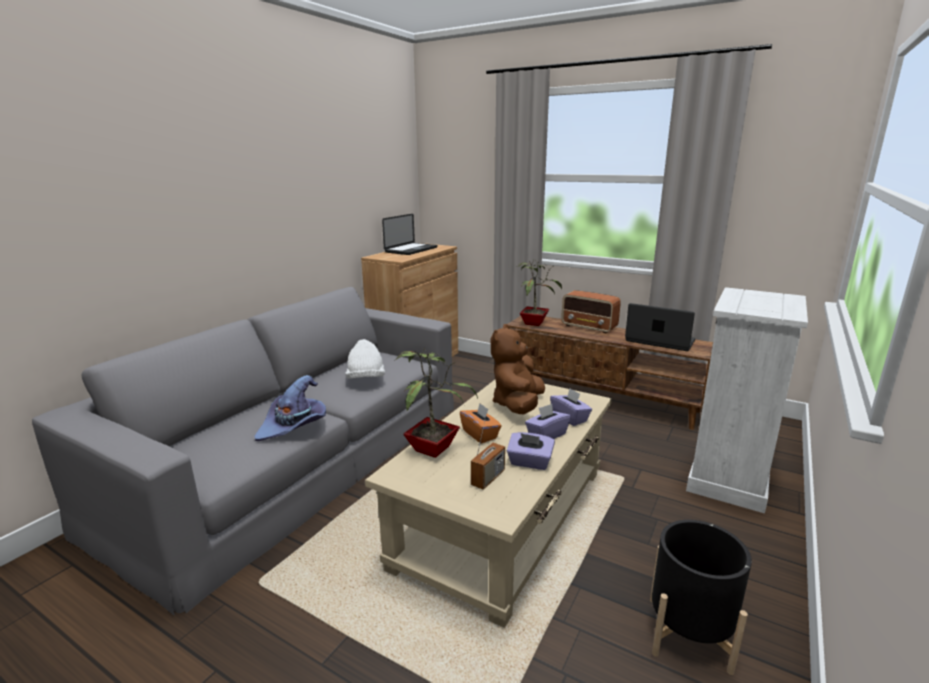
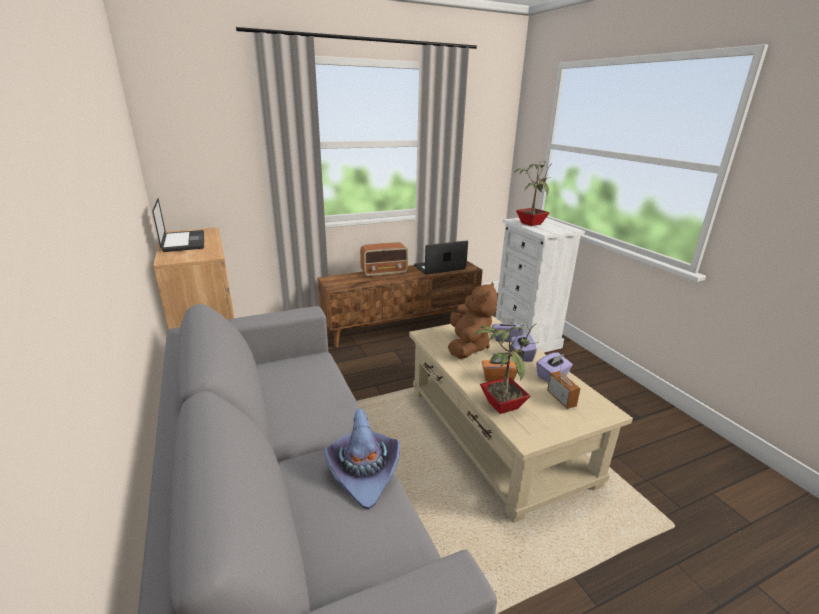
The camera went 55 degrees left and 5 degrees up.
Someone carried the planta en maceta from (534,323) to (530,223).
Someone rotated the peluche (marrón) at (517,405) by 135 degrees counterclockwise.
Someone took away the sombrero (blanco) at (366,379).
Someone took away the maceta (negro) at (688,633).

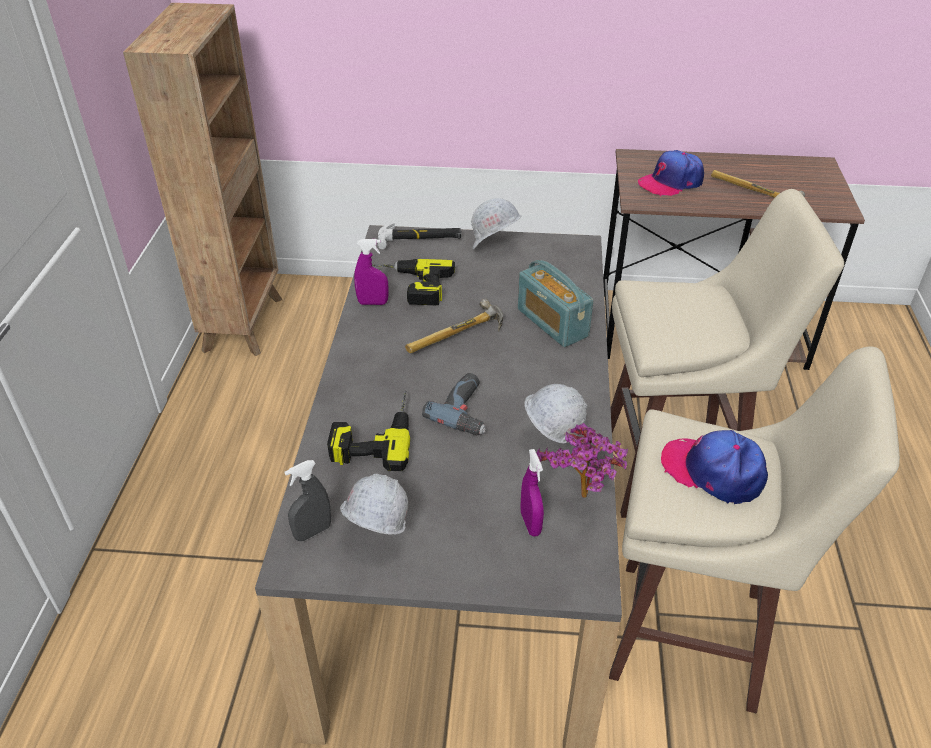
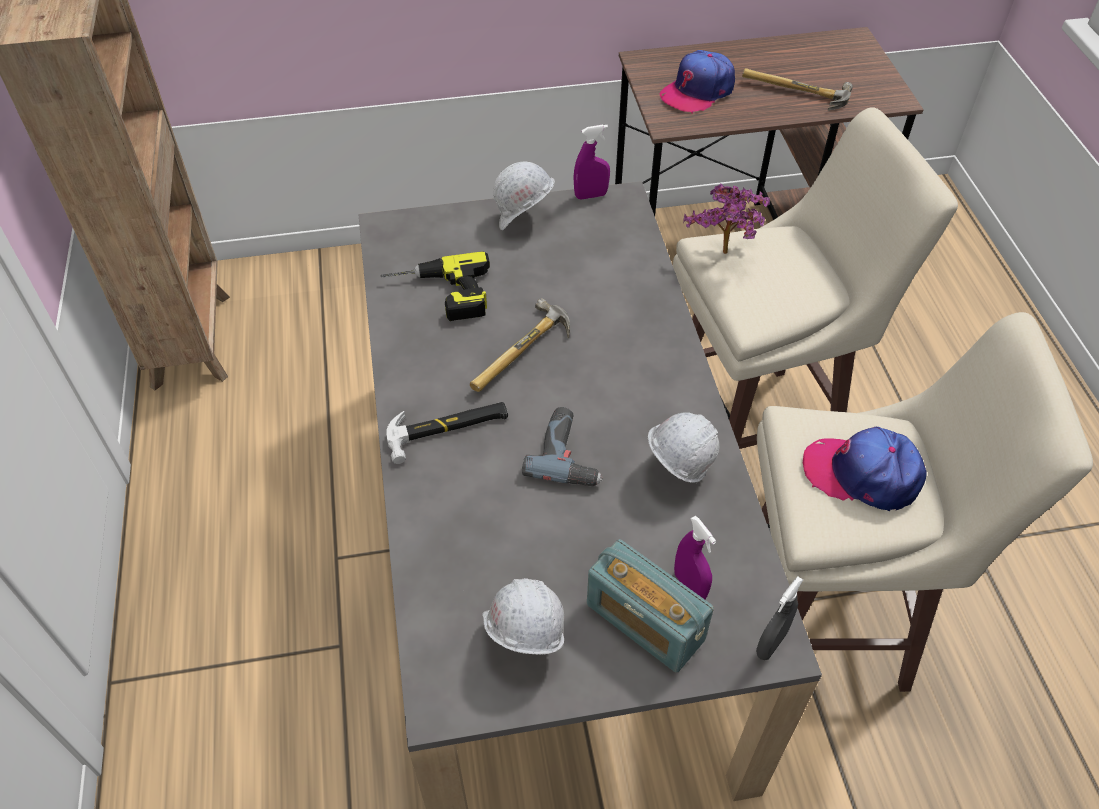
The camera went 15 degrees left and 10 degrees up.
Someone carried the martillo from (420,238) to (448,429).
Someone carried the pulverizador (morado) from (373,303) to (591,195).
Someone carried the radio from (552,323) to (644,622).
Someone took away the taladro at (373,434).
Someone carried the planta en maceta from (582,500) to (725,256).
Someone carried the pulverizador (gris) from (313,532) to (771,644).

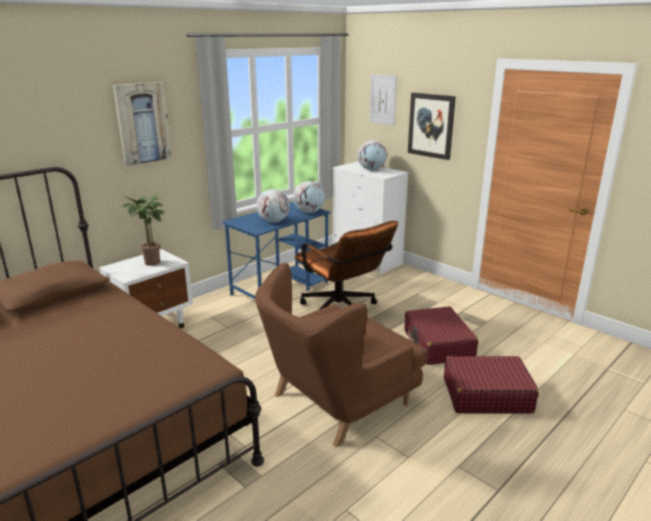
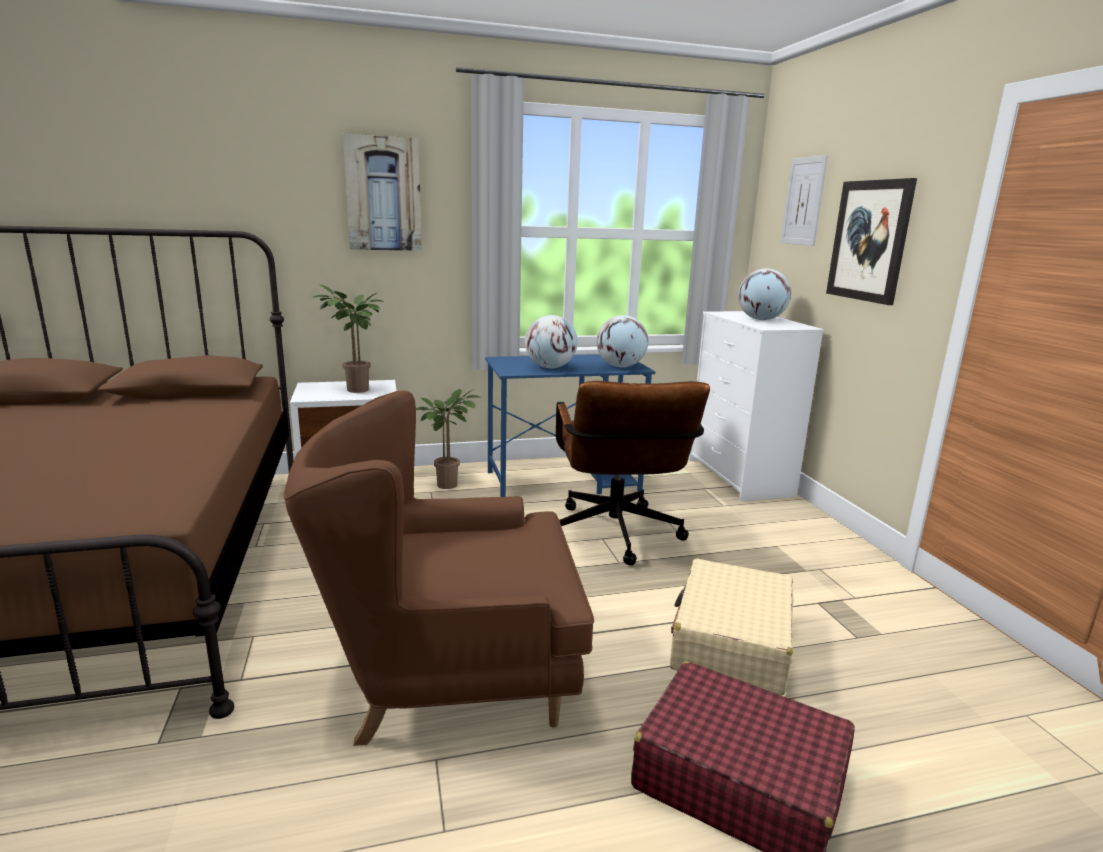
The camera went 30 degrees right and 5 degrees down.
Someone repainted the maleta (rojo) at (438,345), which became the maleta (beis) at (731,642).
Someone put down the planta en maceta at (449,483).

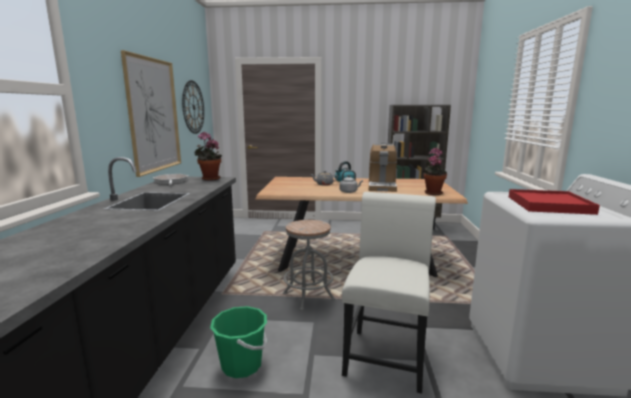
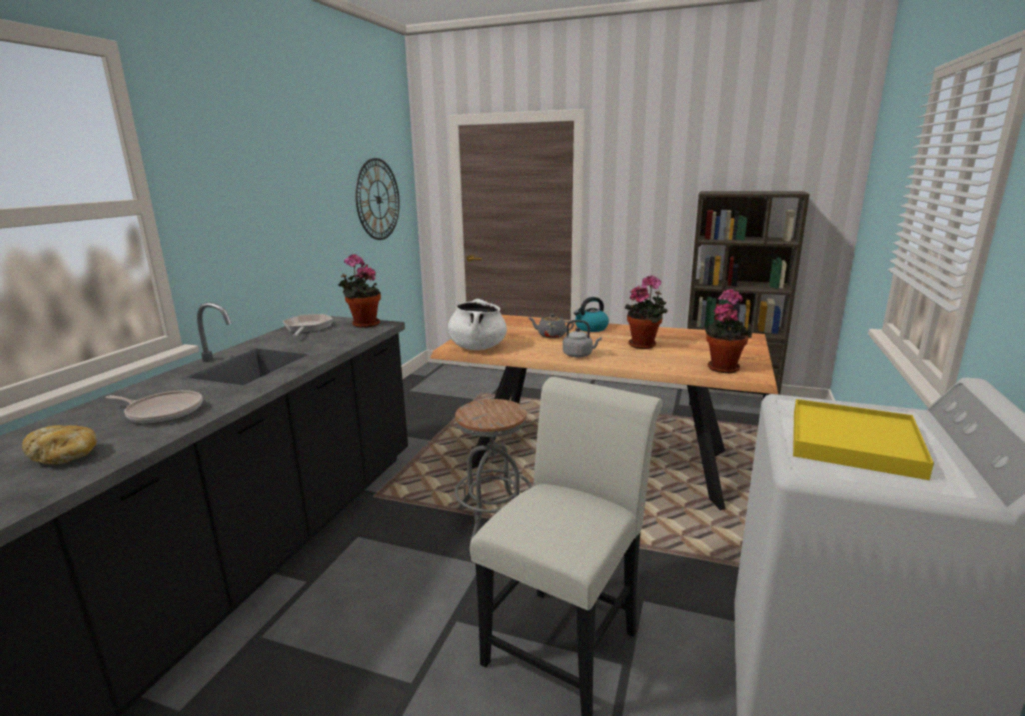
The camera went 15 degrees right and 5 degrees up.
Someone took away the cuadro at (154,115).
Someone swapped the cafetera at (381,186) for the planta en maceta at (644,345).
Someone repainted the bandeja (rojo) at (549,205), which became the bandeja (amarillo) at (853,442).
Someone took away the cubo (verde) at (242,365).
Someone put down the olla (blanco) at (477,347).
Someone put down the sartén at (162,412).
Someone put down the pan at (66,457).

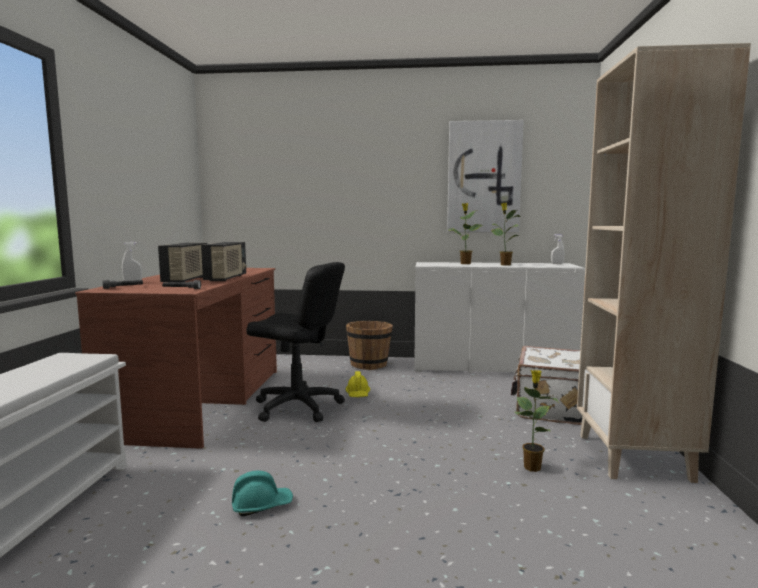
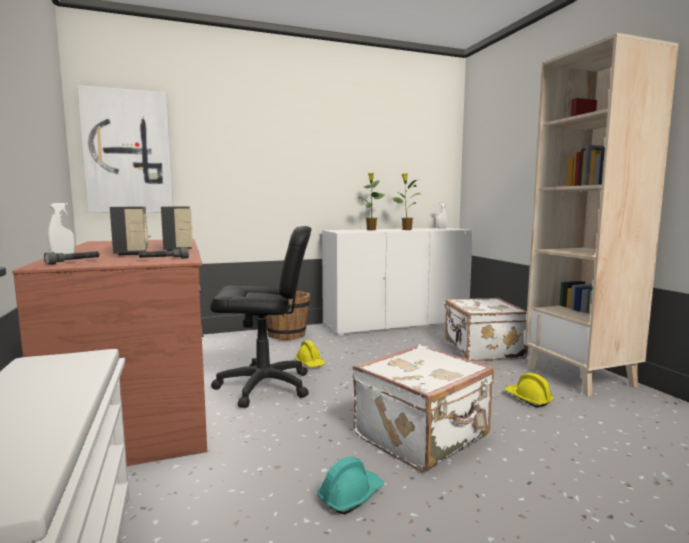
The camera went 25 degrees left and 0 degrees up.
Someone carried the cuadro from (484,177) to (128,152).
Someone swapped the planta en maceta at (532,467) for the casco (amarillo) at (528,399).
Someone put down the maleta (blanco) at (423,436).

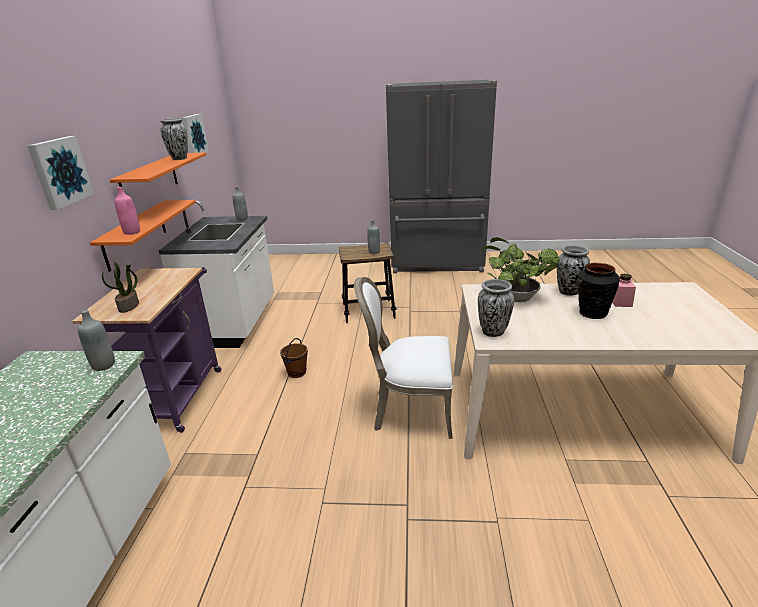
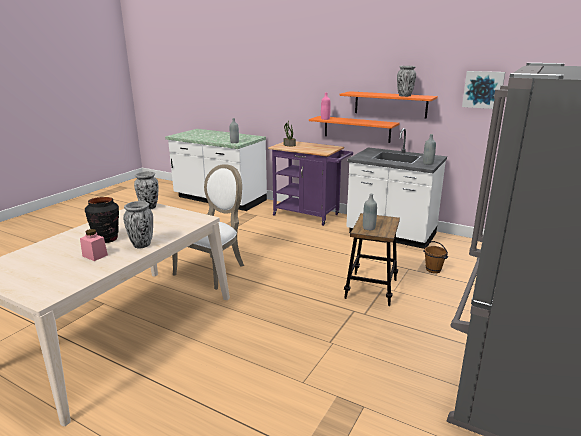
The camera went 115 degrees right and 5 degrees down.
Someone took away the cuadro at (59,171).
Someone took away the planta en maceta at (514,297).
Someone carried the cubo (marrón) from (297,373) to (433,270).

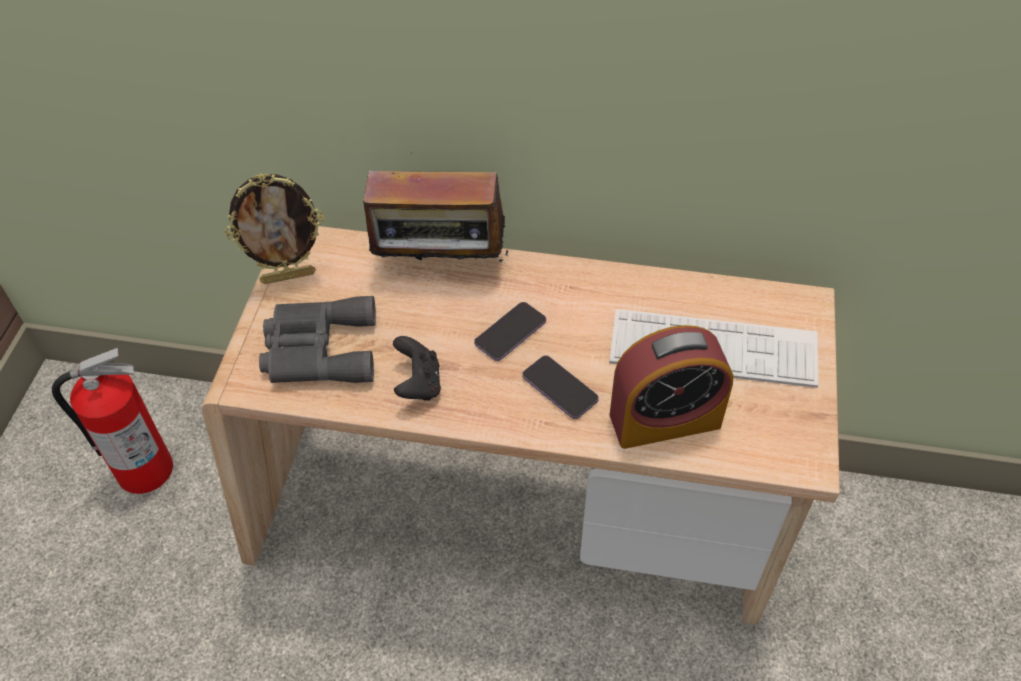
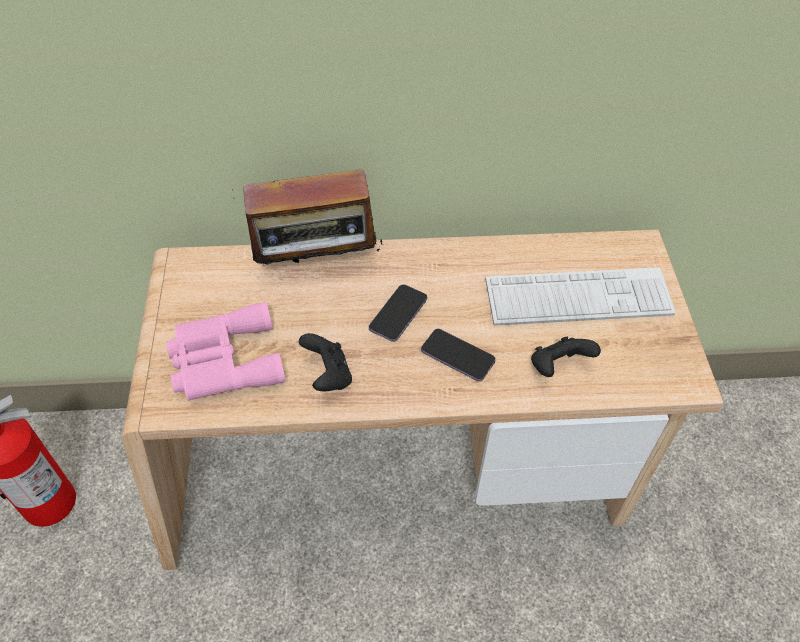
The camera went 15 degrees left and 0 degrees up.
Someone took away the portarretratos at (288,276).
Someone repainted the prismáticos (gris) at (317,349), which became the prismáticos (rosa) at (223,361).
Someone swapped the despertador at (665,420) for the mando de consola (negro) at (558,367).

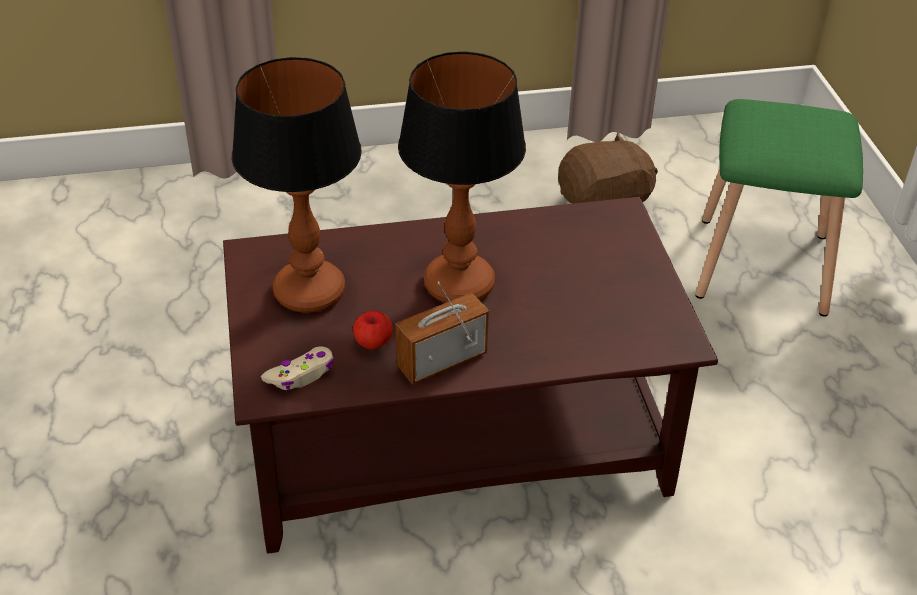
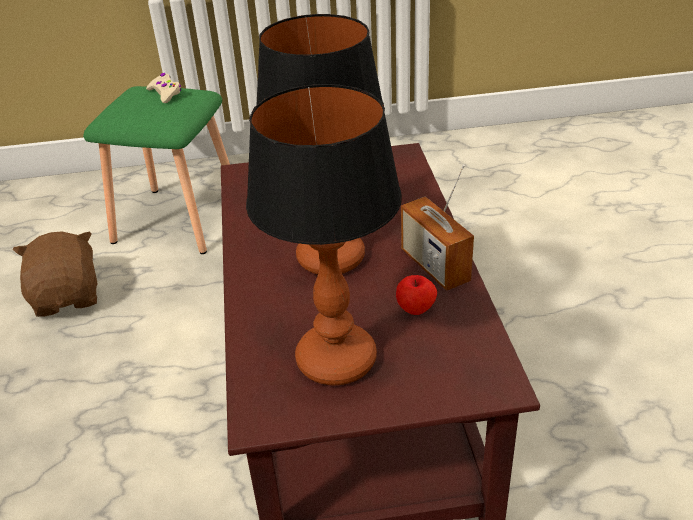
The camera went 85 degrees left and 5 degrees down.
Someone carried the mando de consola (beis) from (301,375) to (165,93).

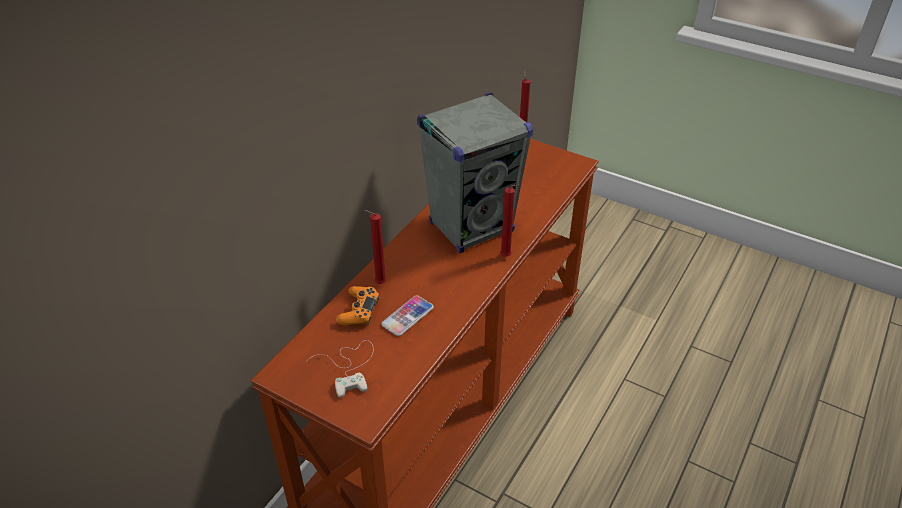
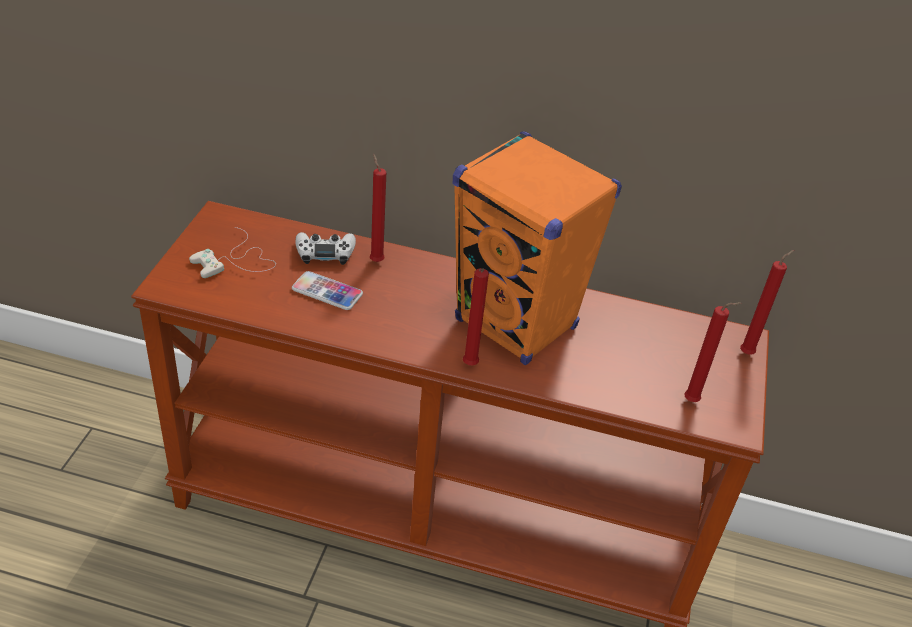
The camera went 70 degrees right and 0 degrees up.
Someone repainted the altavoz (gris) at (471,227), which became the altavoz (naranja) at (516,324).
Someone repainted the mando de consola (naranja) at (359,311), which became the mando de consola (blanco) at (325,253).
Someone put down the vela (rojo) at (694,401).

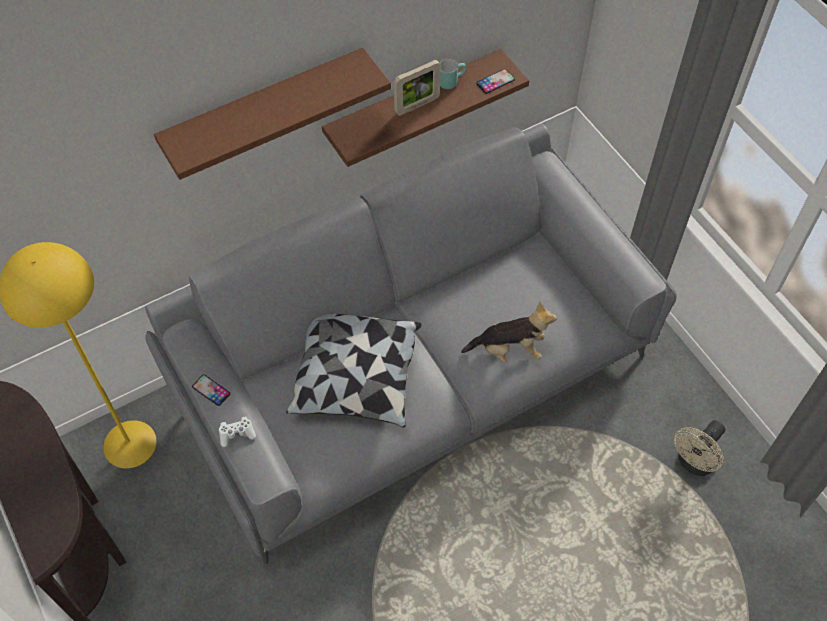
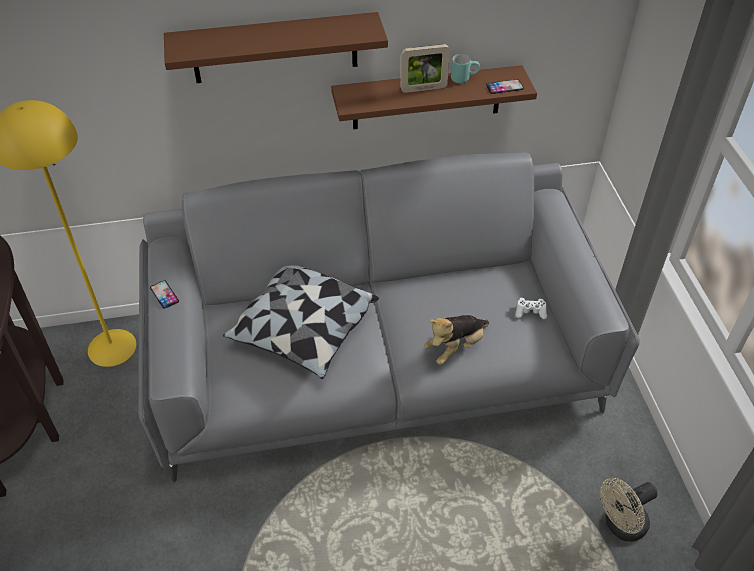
The camera went 20 degrees right and 10 degrees down.
Someone rotated the peluche at (509,350) by 120 degrees clockwise.
Someone carried the mando de consola (blanco) from (237,434) to (530,312).

